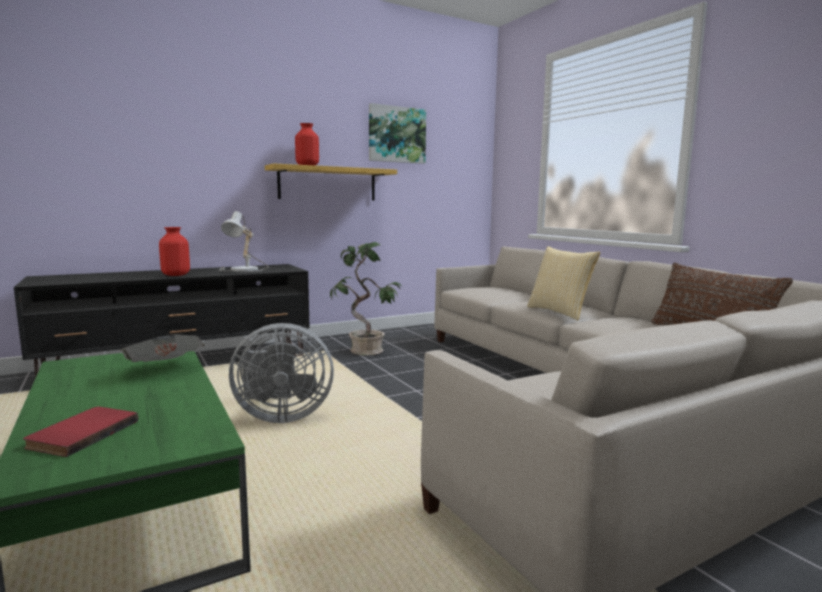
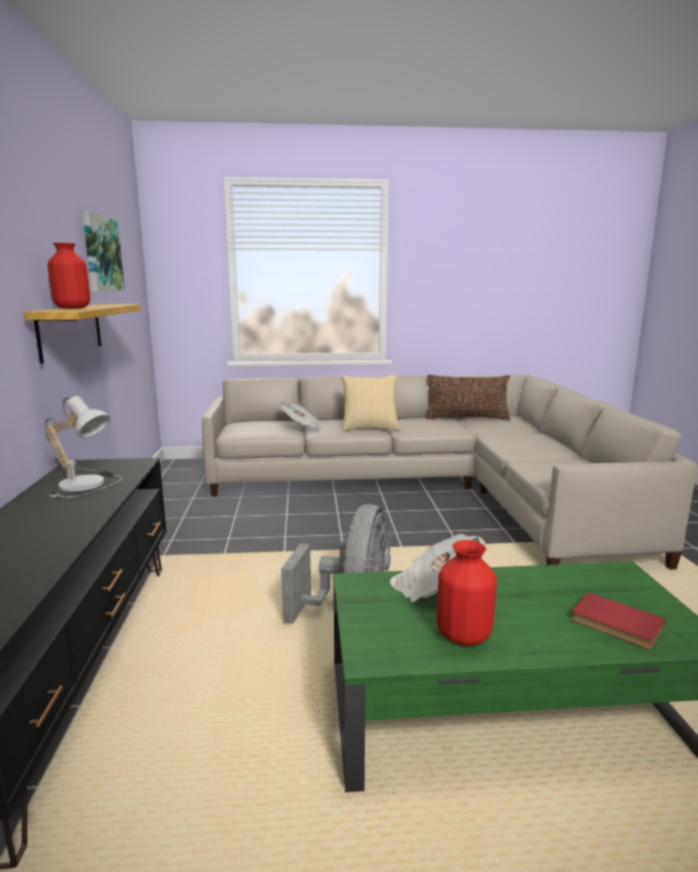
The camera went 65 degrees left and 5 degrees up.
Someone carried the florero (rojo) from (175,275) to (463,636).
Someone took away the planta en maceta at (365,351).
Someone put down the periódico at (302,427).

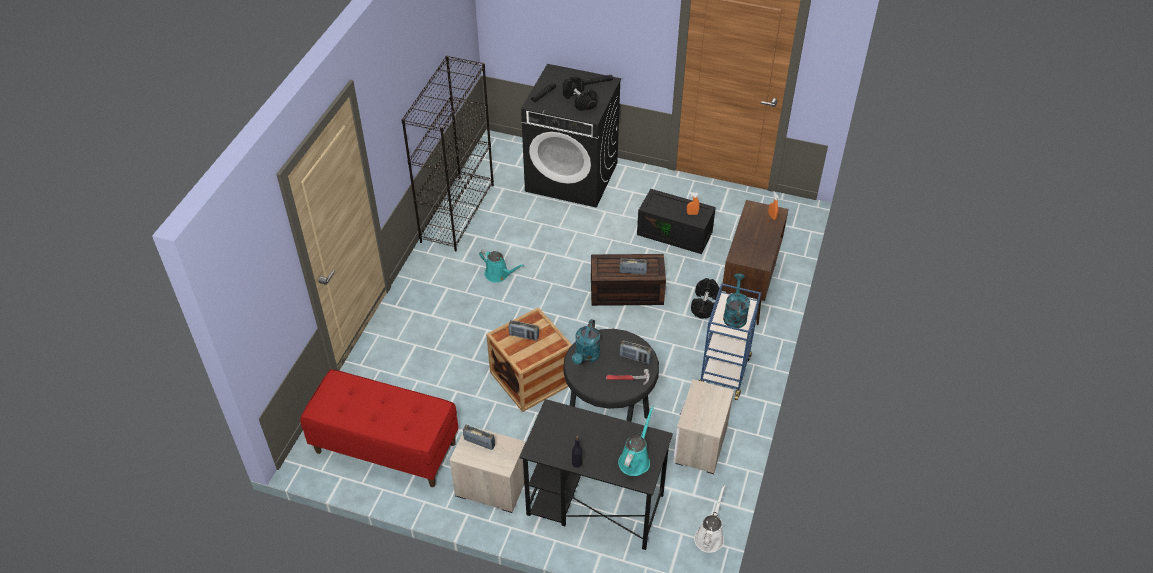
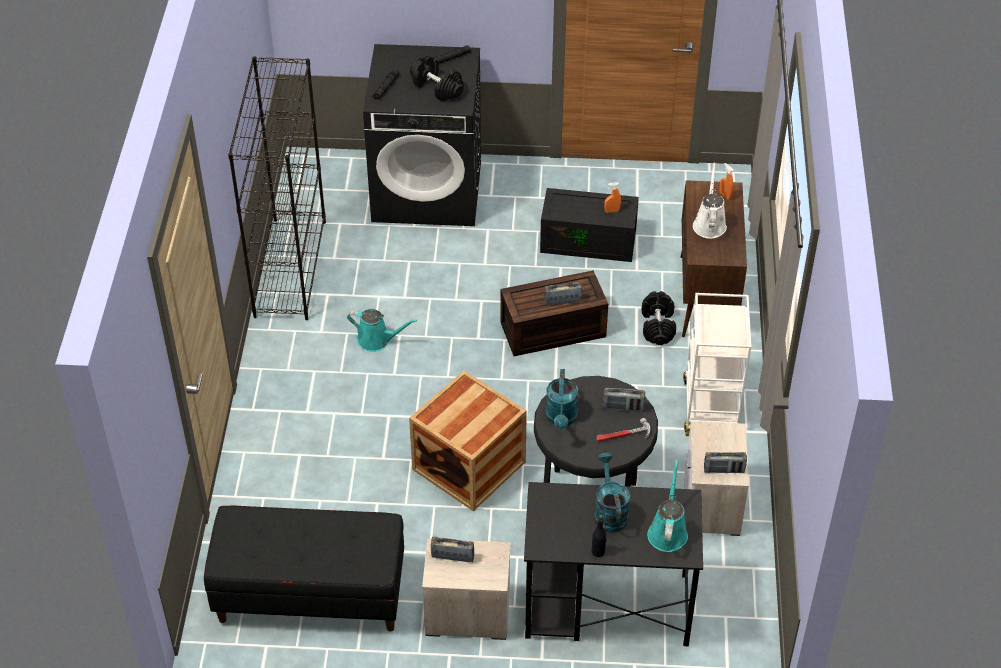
The camera went 15 degrees left and 0 degrees up.
Someone carried the regadera (turquesa) from (735,315) to (609,512).
Someone repainted the carrito (azul) at (724,372), which became the carrito (blanco) at (710,406).
Someone carried the radio from (524,336) to (724,470).
Someone repainted the banco (rojo) at (385,447), which became the banco (negro) at (310,595).
Someone carried the regadera (blanco) from (710,536) to (709,224).

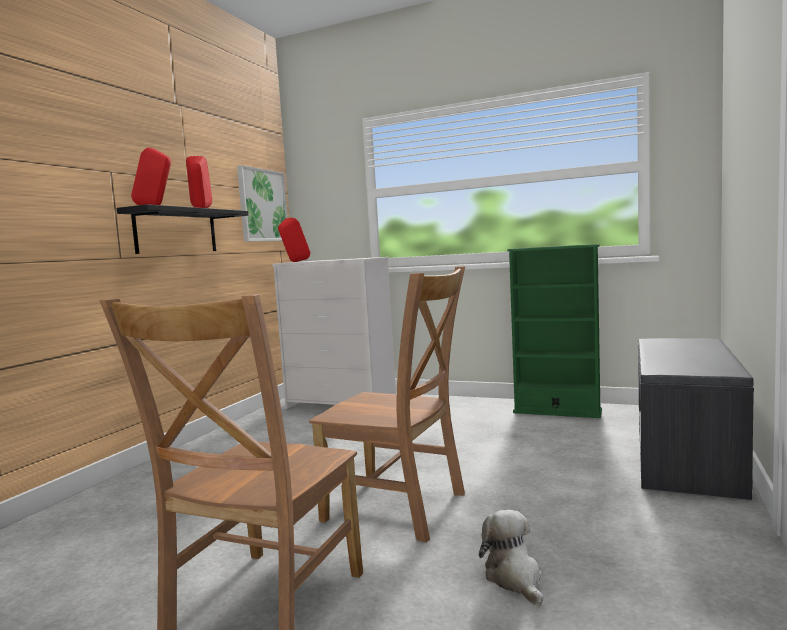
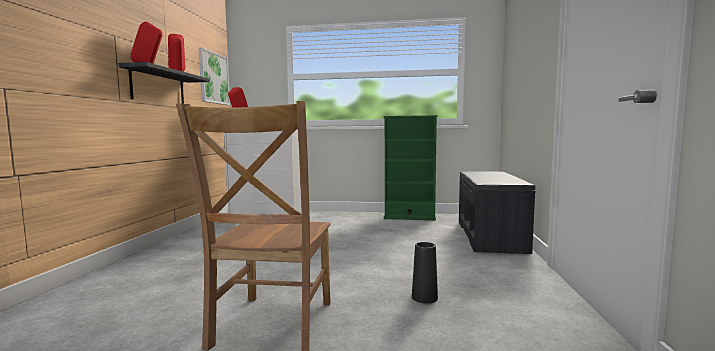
The camera went 15 degrees left and 0 degrees up.
Someone took away the silla (marrón) at (400,508).
Someone swapped the peluche at (515,578) for the florero (negro) at (424,297).

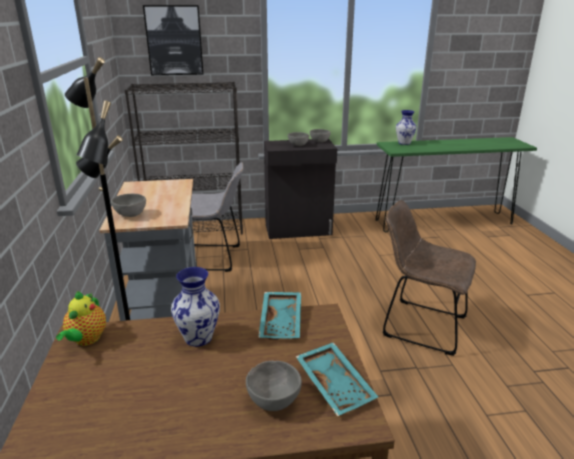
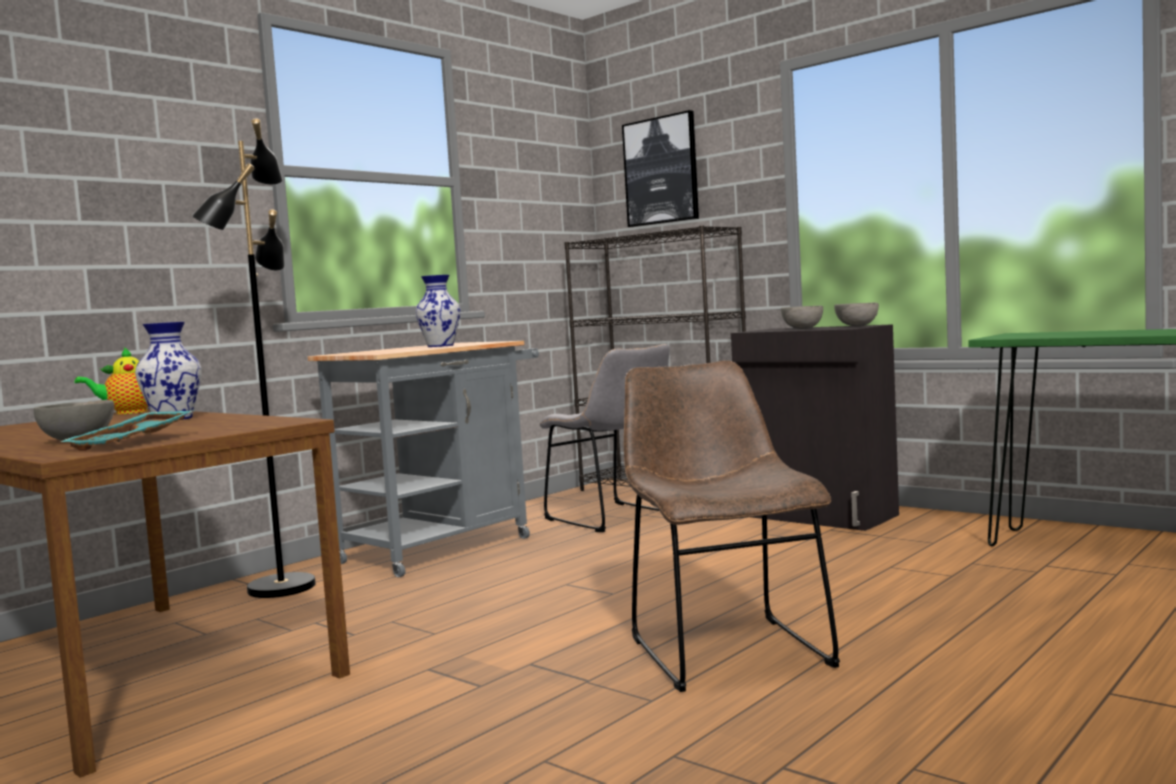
The camera went 50 degrees right and 20 degrees down.
Someone carried the florero from (404,143) to (440,346).
Someone took away the cuenco (gris) at (130,215).
Someone took away the bandeja (turquesa) at (282,322).

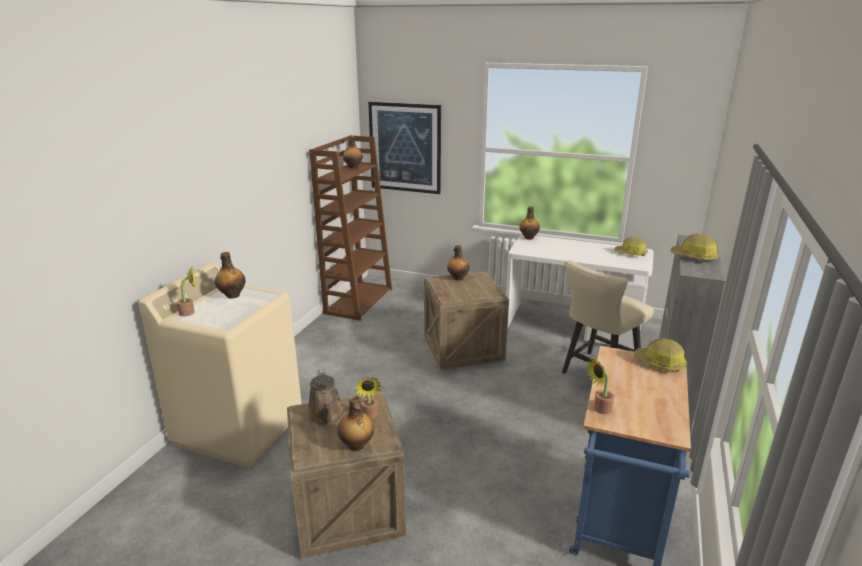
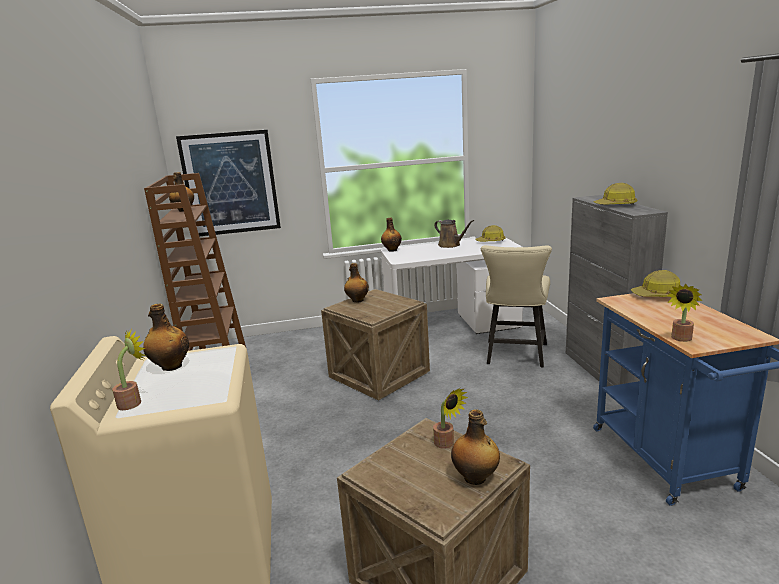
The camera went 30 degrees left and 5 degrees down.
Someone carried the regadera (marrón) from (326,416) to (451,245).

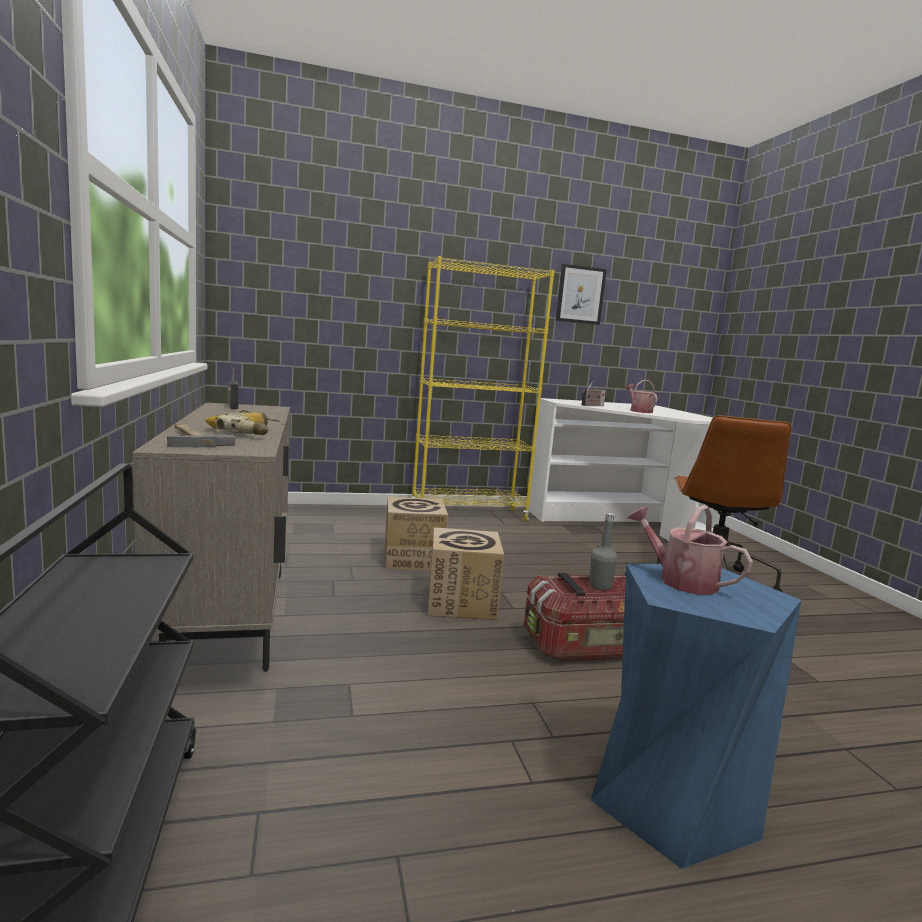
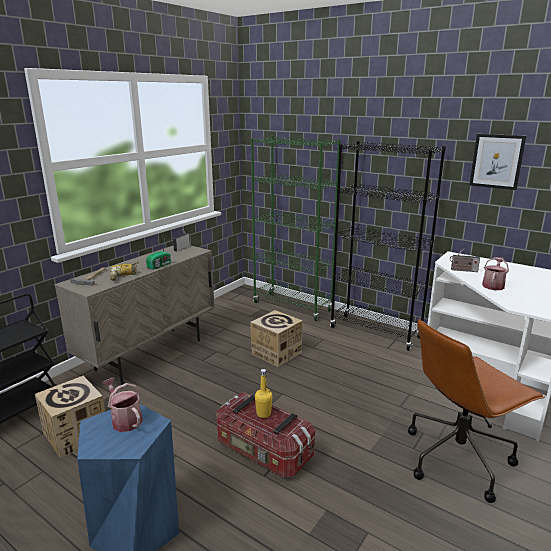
The camera went 50 degrees right and 10 degrees up.
Someone repainted the estantería (amarillo) at (468,515), which became the estantería (negro) at (375,332).
Someone rotated the regadera at (680,580) by 45 degrees counterclockwise.
Someone repainted the botella (gris) at (600,586), which became the botella (amarillo) at (263,413).
Someone carried the caja de cartón from (461,603) to (76,434).
Someone put down the estantería (verde) at (292,306).
Someone put down the radio at (160,265).

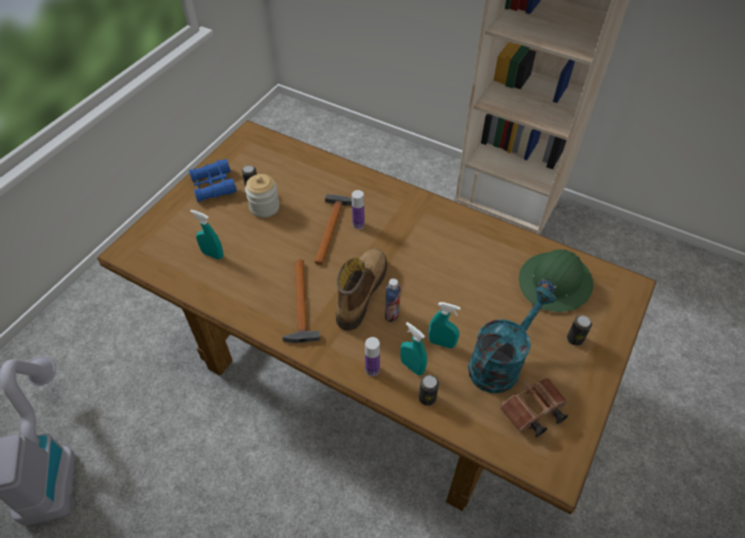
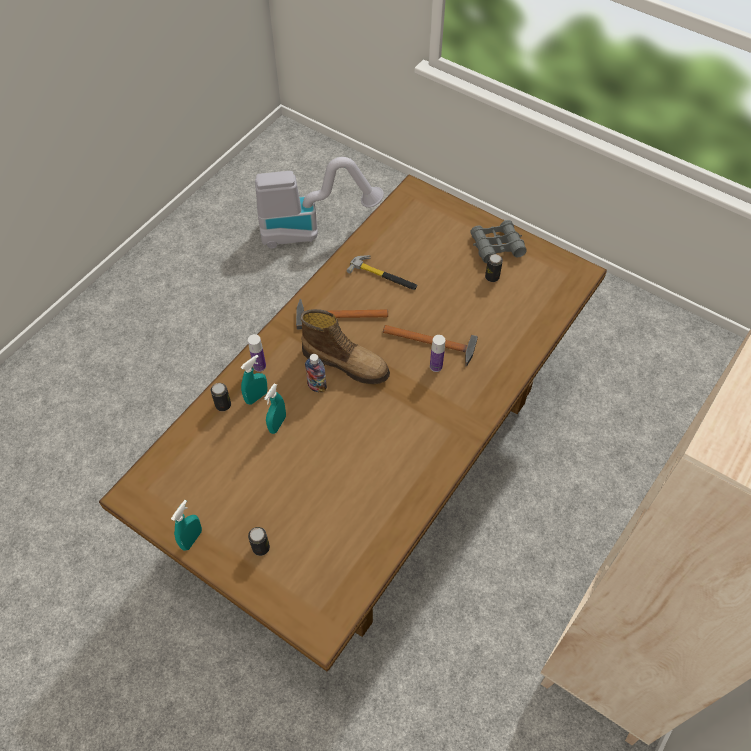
The camera went 95 degrees right and 5 degrees up.
Someone repainted the prismáticos (azul) at (213,186), which became the prismáticos (gris) at (496,246).
Someone took away the tarro at (264,207).
Someone carried the pulverizador (turquesa) from (213,254) to (192,539).
Someone took away the casco (verde) at (554,282).
Someone took away the regadera (turquesa) at (500,362).
Someone took away the prismáticos (marrón) at (532,412).
Someone put down the martillo at (383,276).

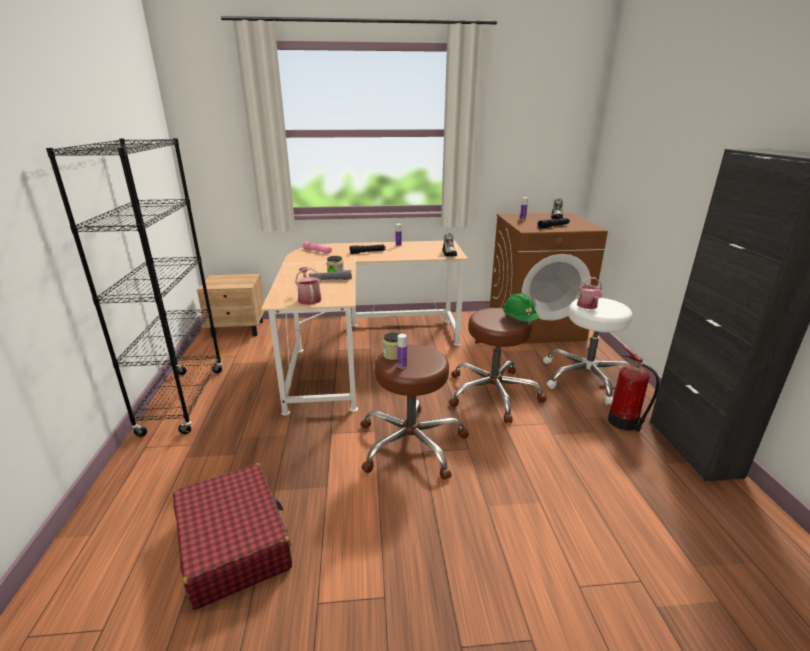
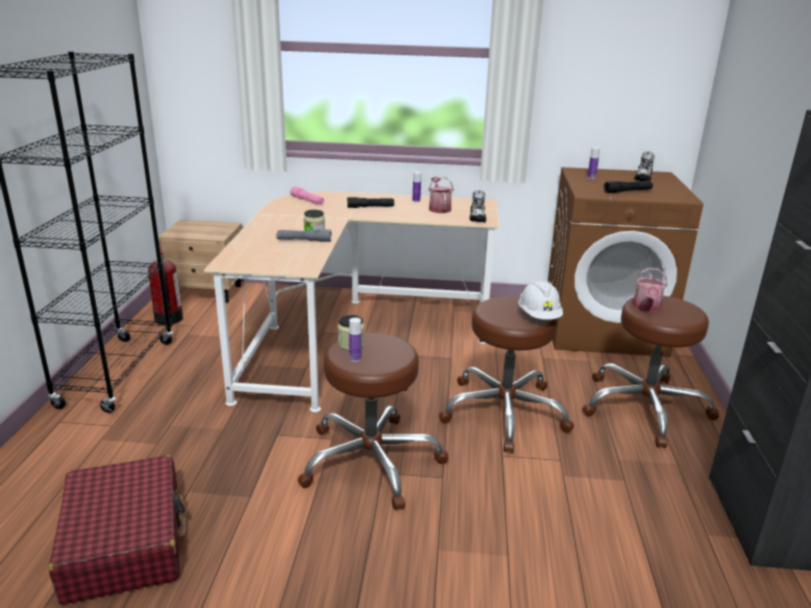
The camera went 10 degrees right and 0 degrees up.
Someone carried the regadera from (309,299) to (439,208).
Someone repainted the casco (verde) at (519,320), which became the casco (blanco) at (539,316).
Someone repainted the taburete (blanco) at (586,378), which became the taburete (marrón) at (644,407).
Someone carried the extintor from (624,423) to (169,319).

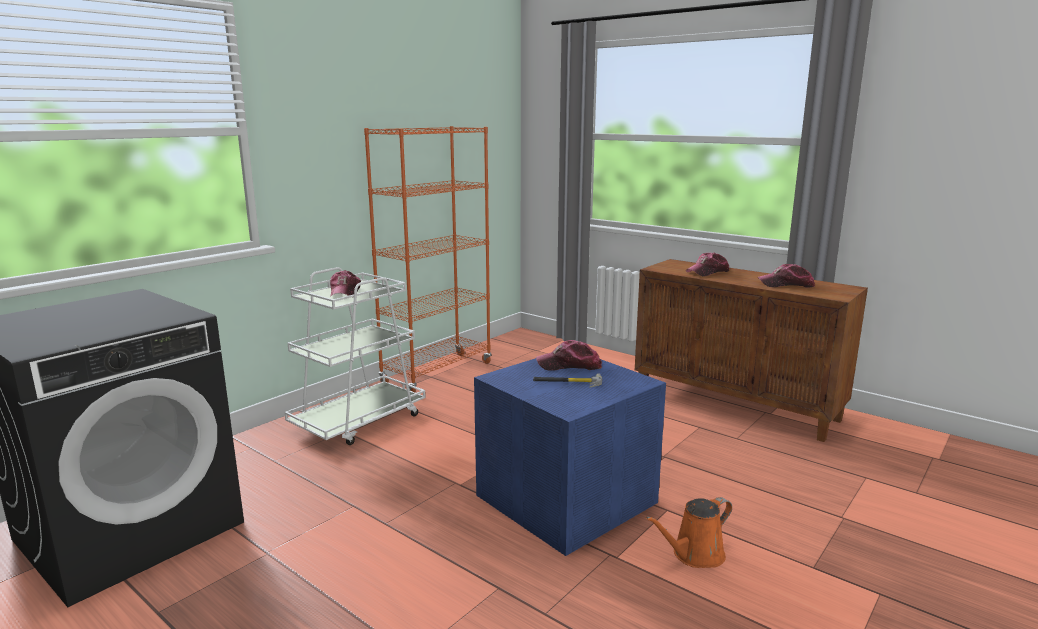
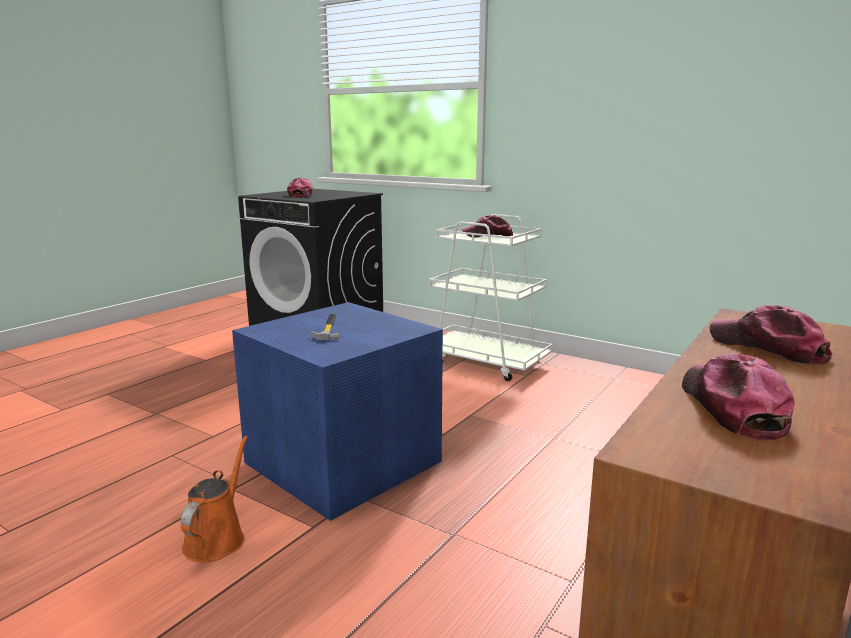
The camera went 85 degrees right and 0 degrees up.
Someone took away the estantería (naranja) at (437,373).
Someone carried the gorra from (569,365) to (300,195).
Someone rotated the regadera (naranja) at (694,555) by 45 degrees clockwise.

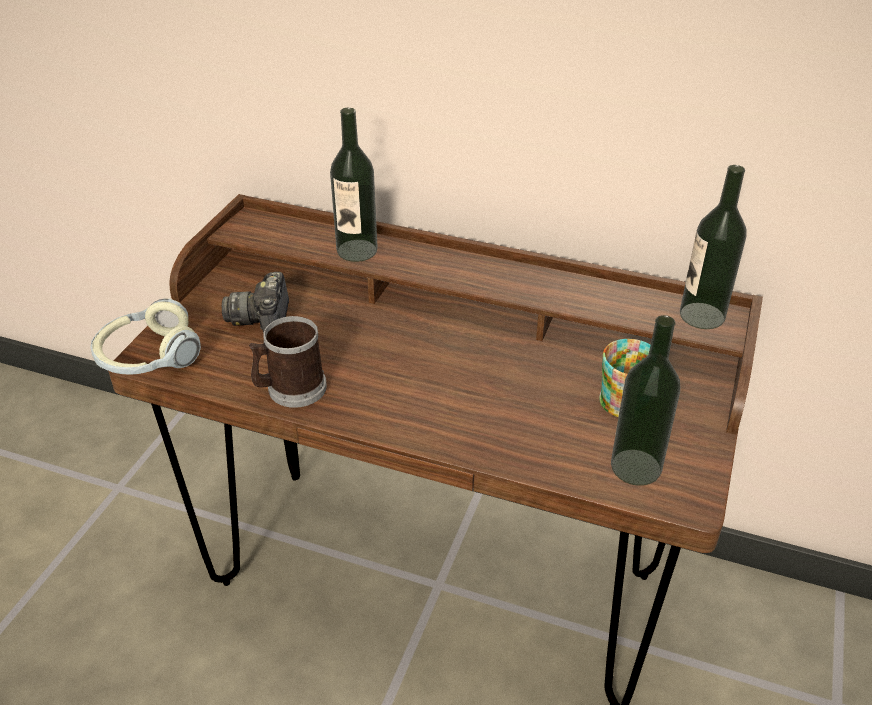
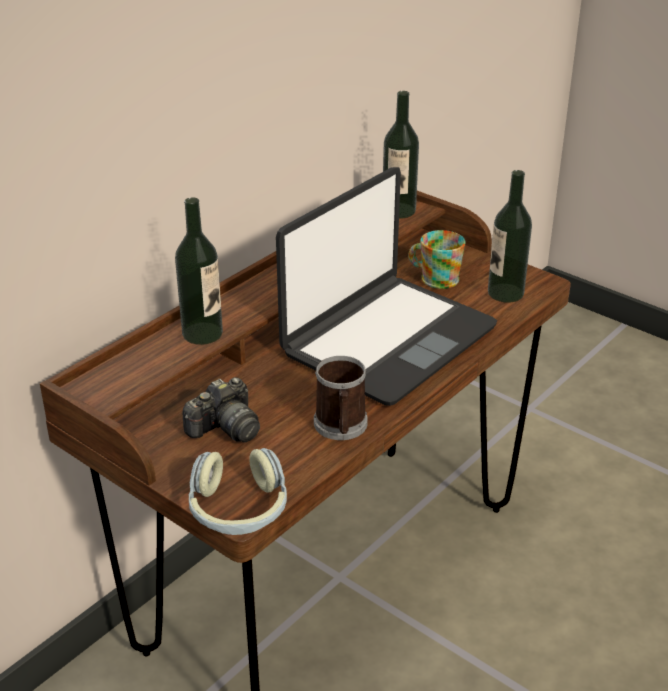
The camera went 70 degrees left and 5 degrees down.
Someone rotated the cámara at (263,319) by 60 degrees counterclockwise.
Someone put down the portátil at (387,340).

